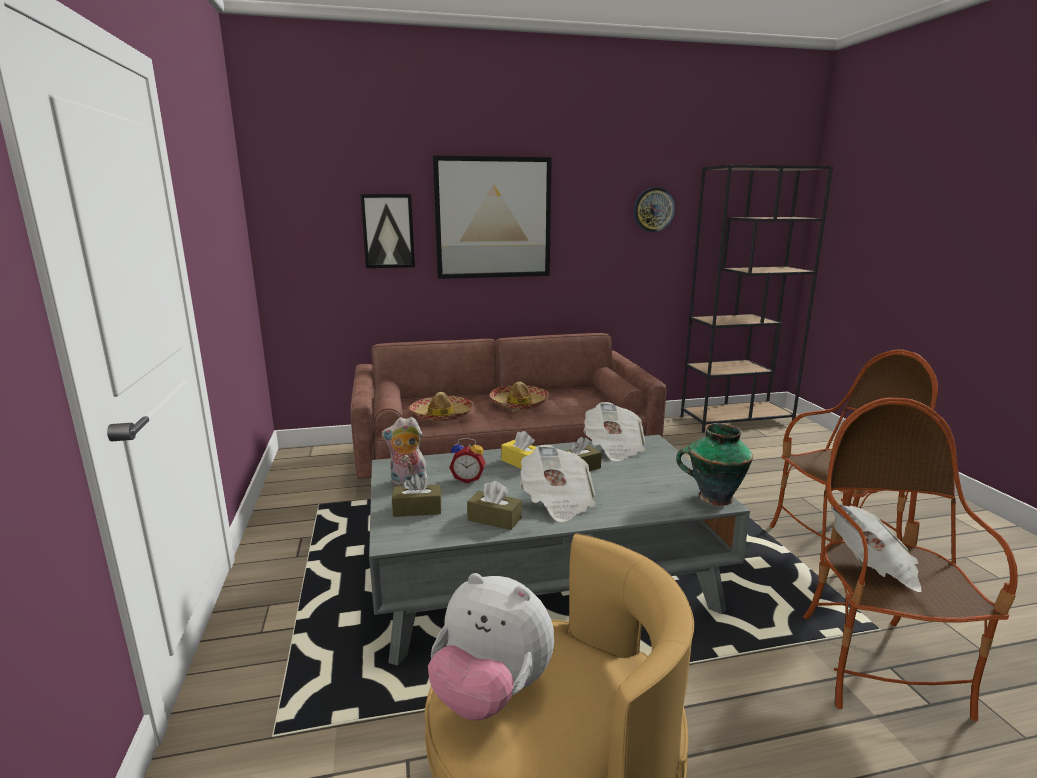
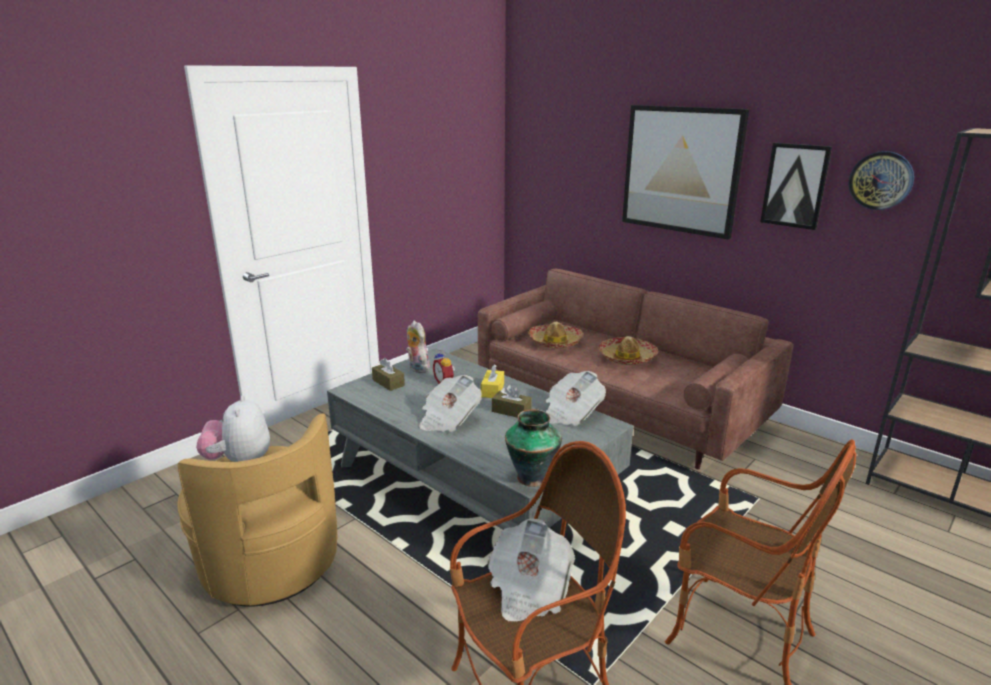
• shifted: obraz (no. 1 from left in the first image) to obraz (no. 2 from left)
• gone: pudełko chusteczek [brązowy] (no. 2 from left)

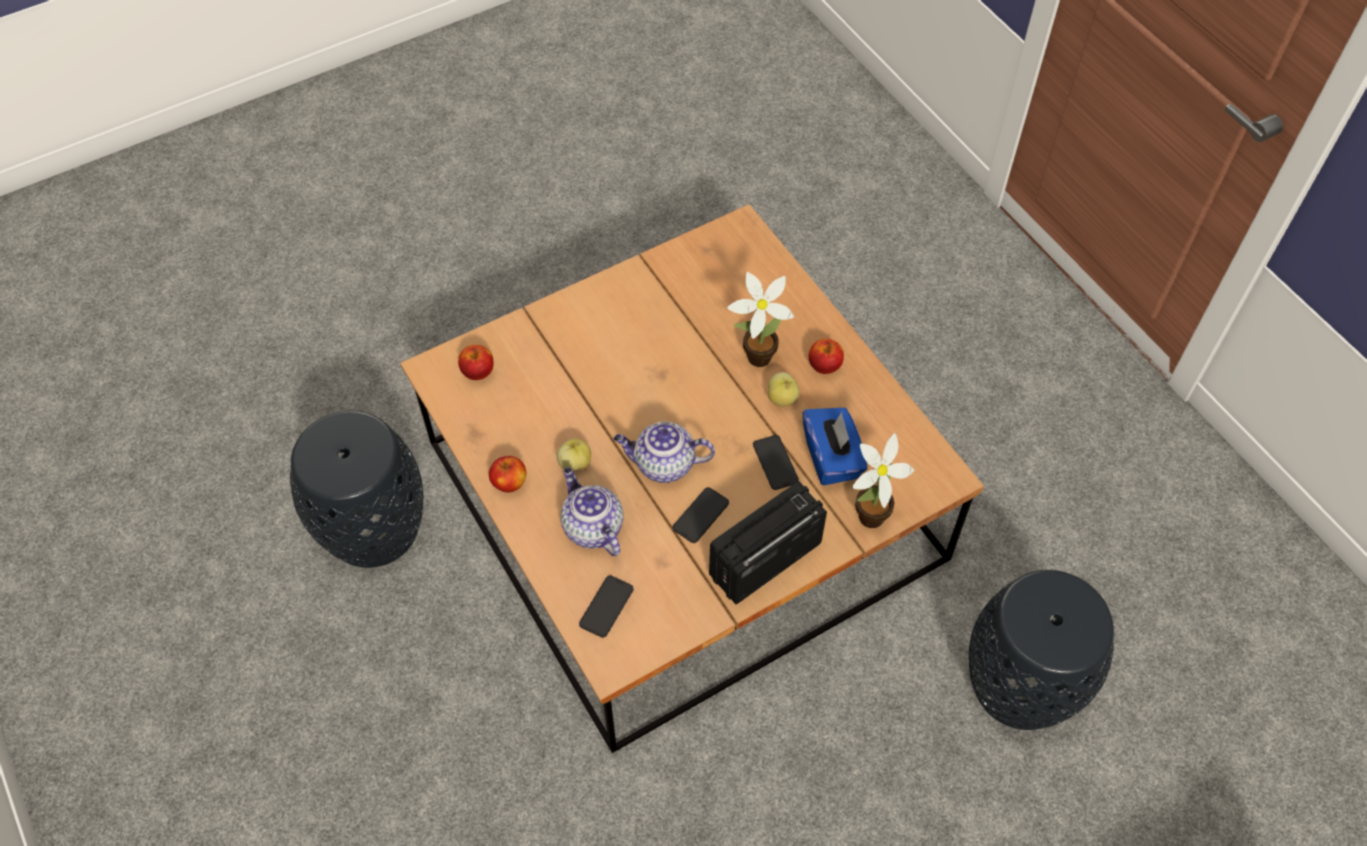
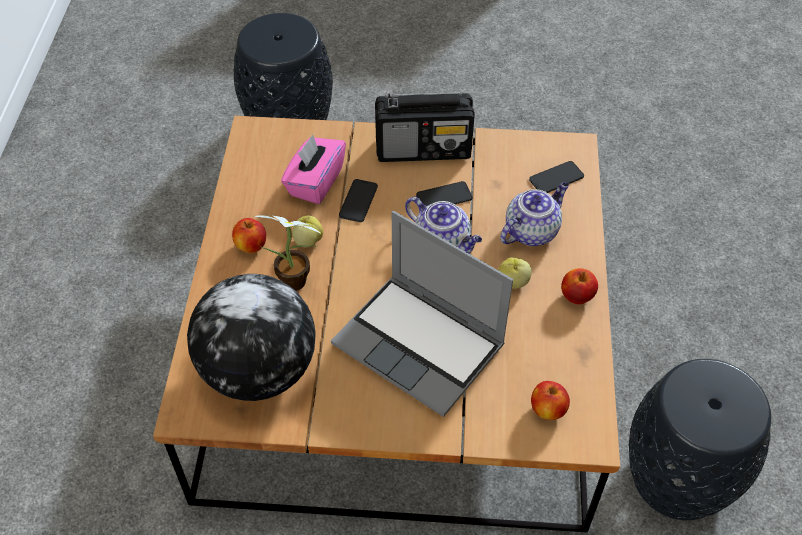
• rotated: imbryk (no. 1 from left in the first image) 135 degrees counterclockwise
• repainted: pudełko chusteczek [niebieski] to pudełko chusteczek [różowy]
• gone: roślina doniczkowa (no. 2 from left)
• new: globus
• new: laptop

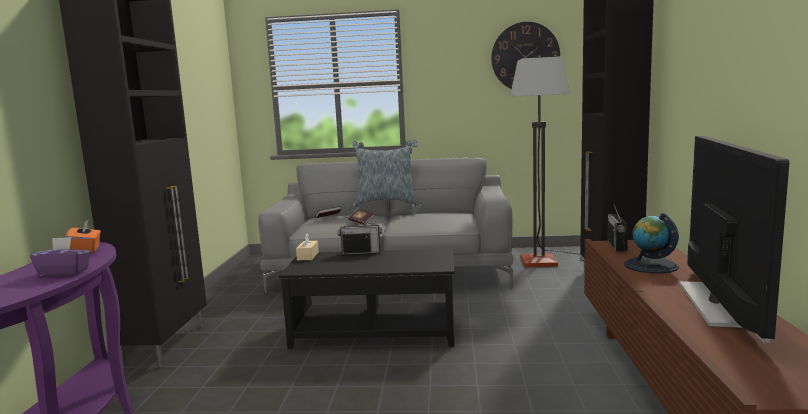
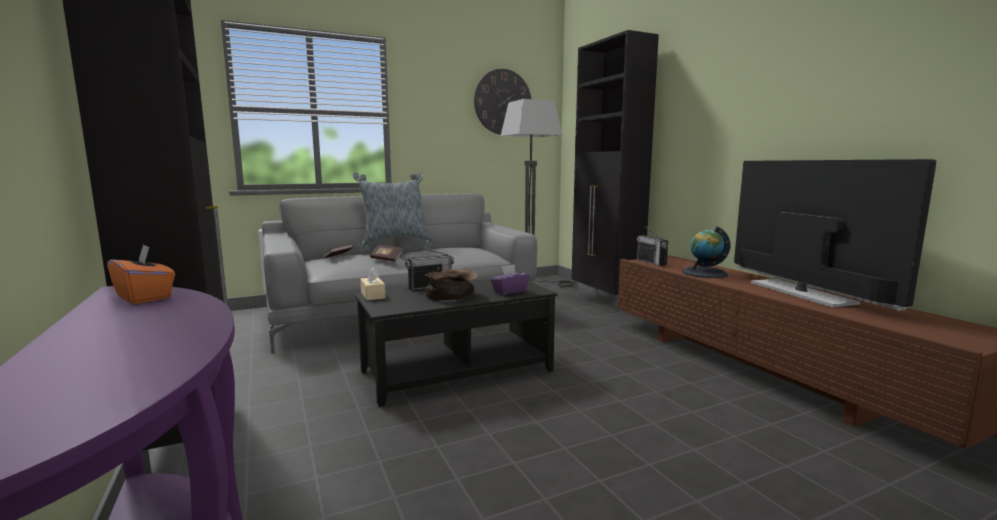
• shifted: pudełko chusteczek [fioletowy]
• new: miska [brązowy]

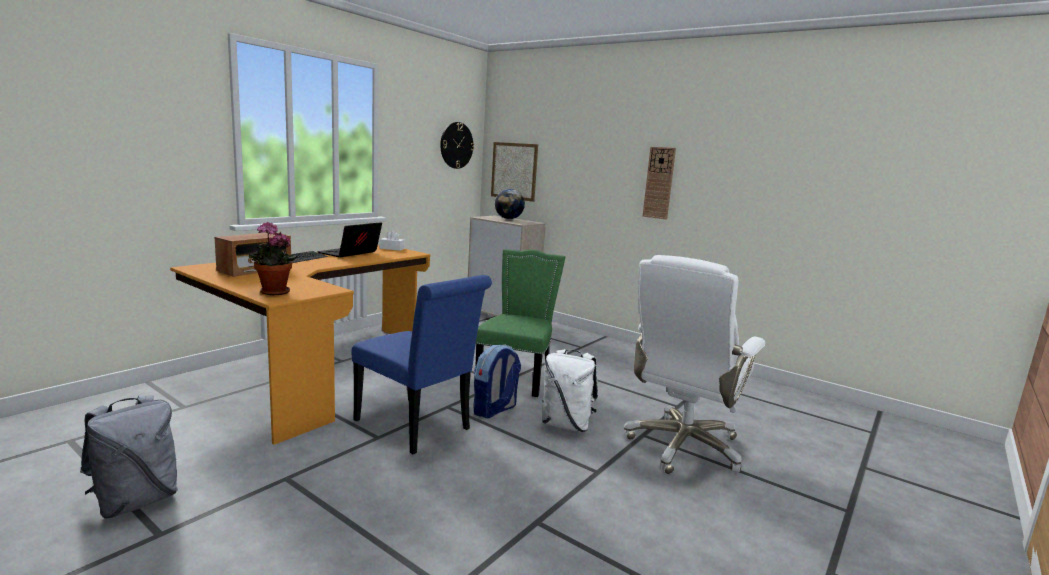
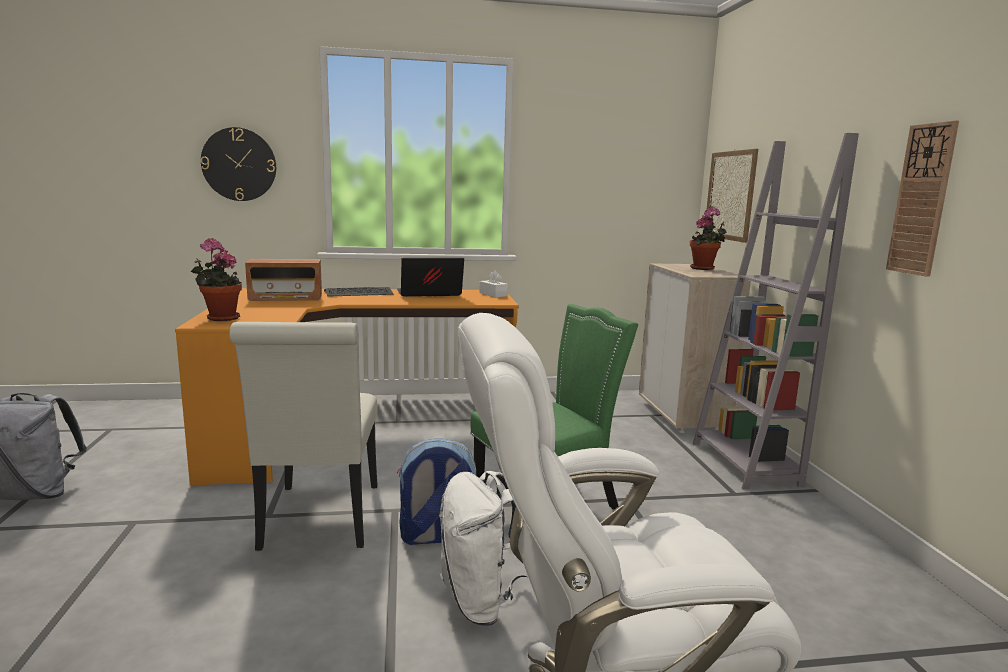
• repainted: krzesło [niebieski] to krzesło [biały]
• shifted: zegar ścienny (no. 1 from left)
• swapped: globus to roślina doniczkowa (no. 2 from left)
• new: regał [szary]

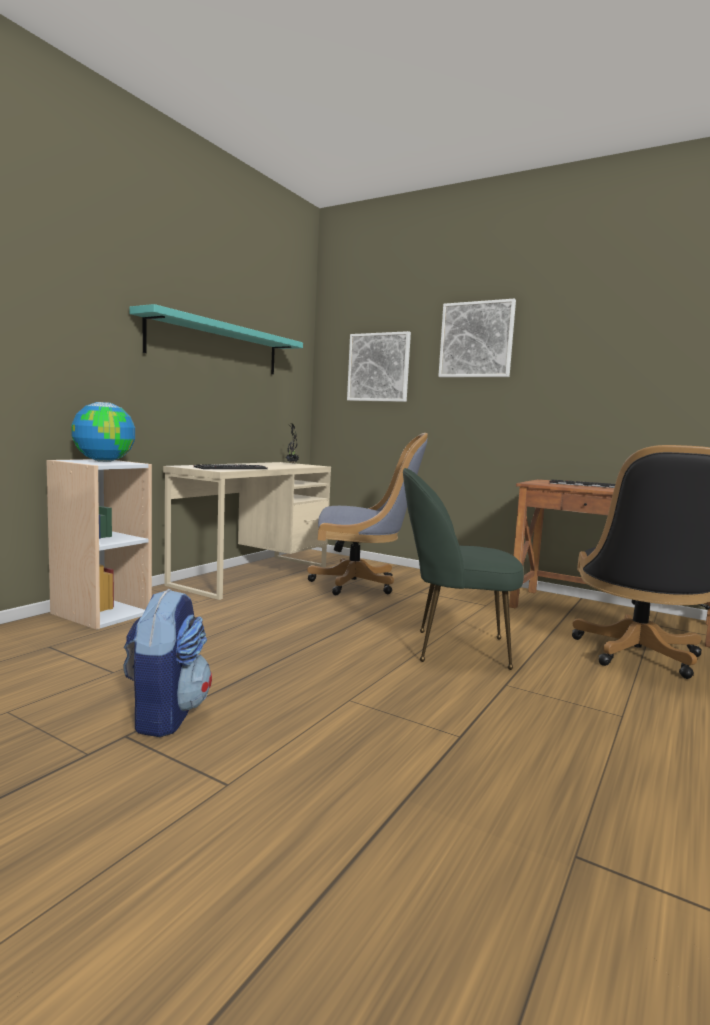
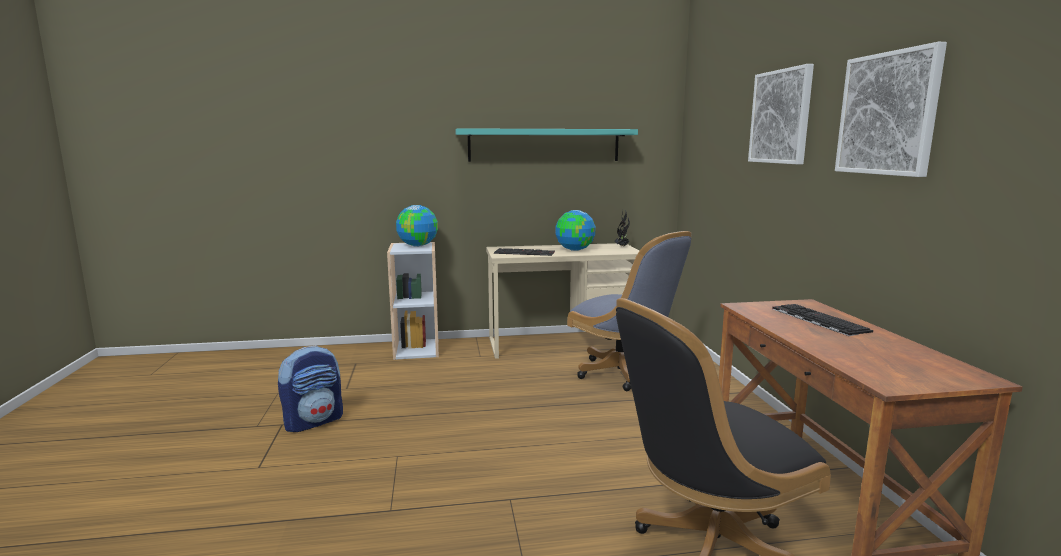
• shifted: obraz (no. 1 from left in the first image) to obraz (no. 2 from left)
• gone: krzesło [zielony]
• new: globus (no. 2 from left)

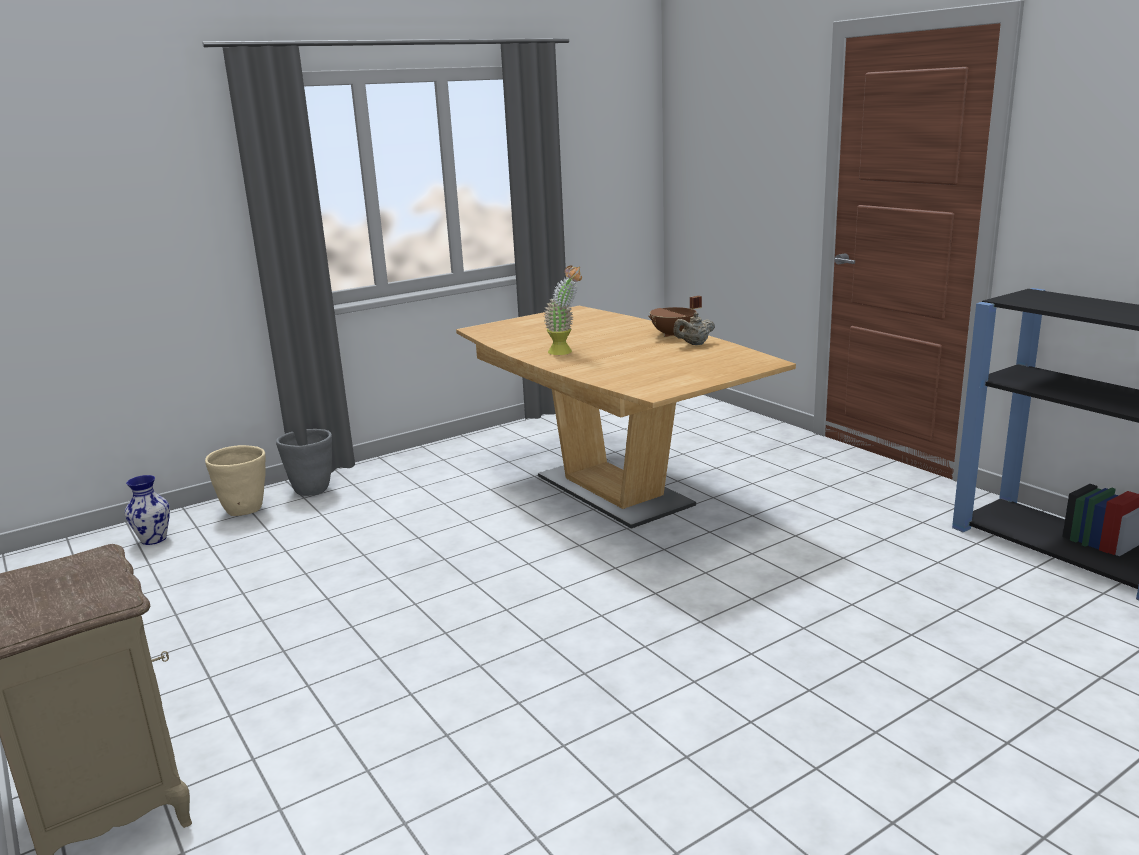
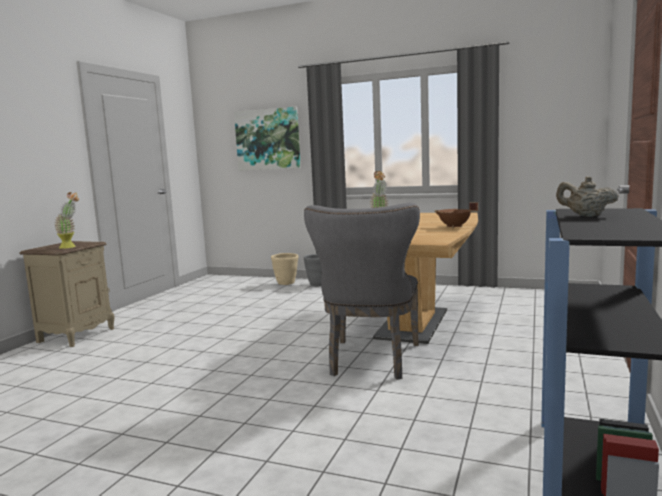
• gone: wazon
• shifted: imbryk [beżowy]
• new: roślina doniczkowa (no. 1 from left)
• new: obraz
• new: krzesło [szary]

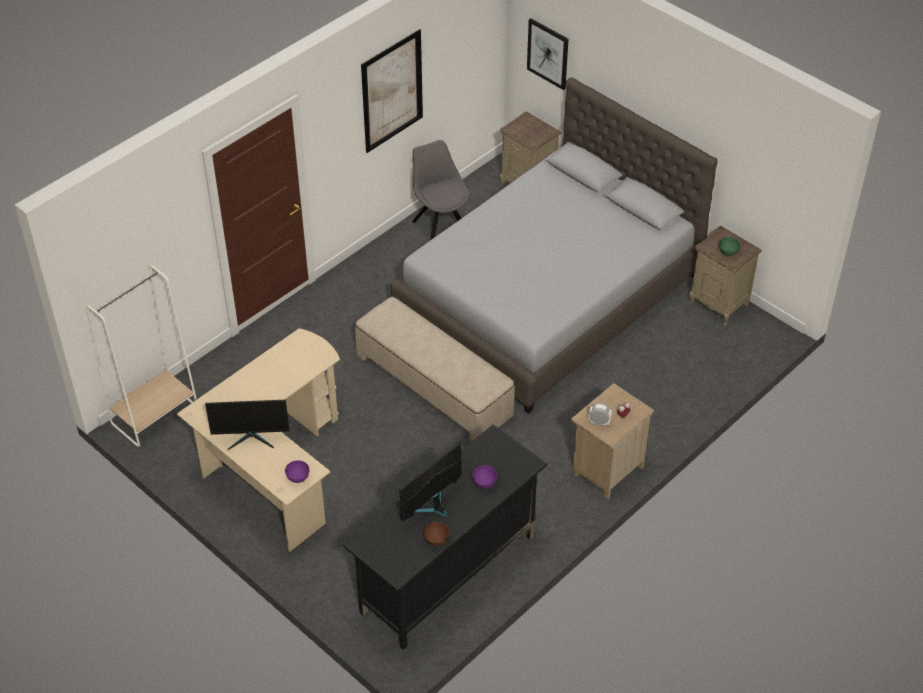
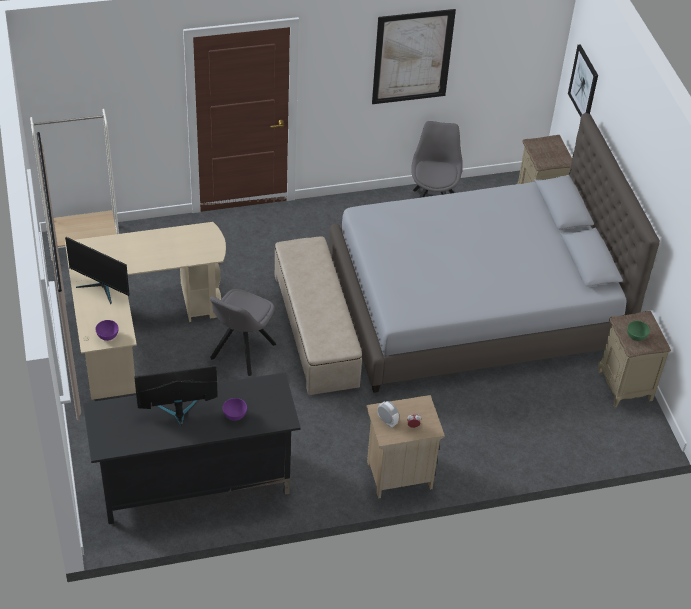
• gone: miska [brązowy]
• new: krzesło [szary] (no. 1 from left)

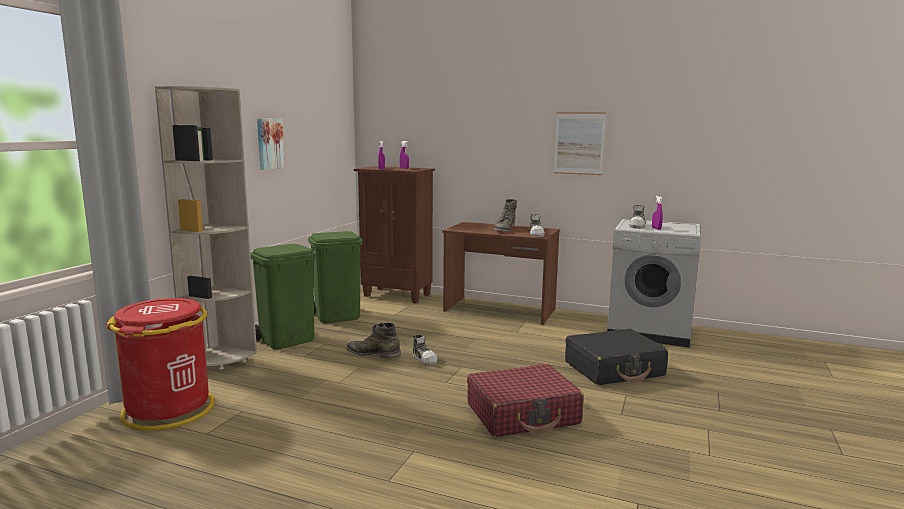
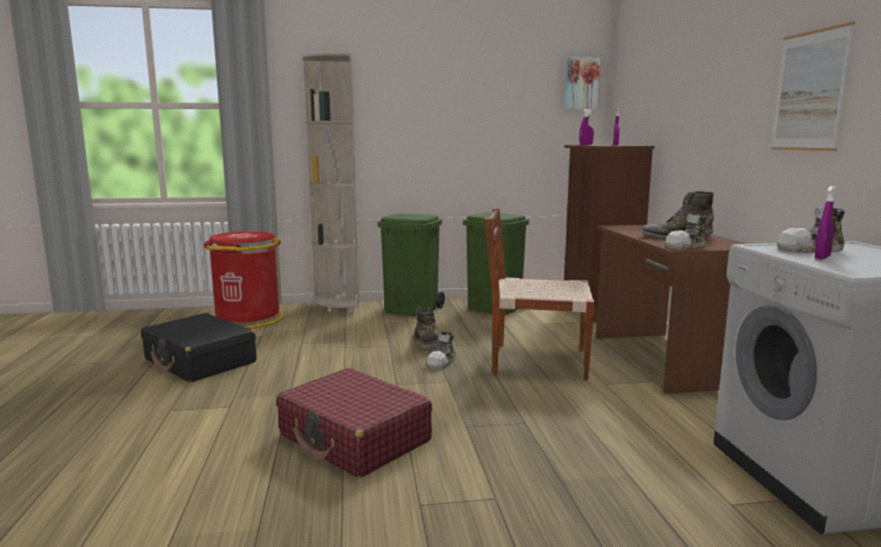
• shifted: obraz (no. 1 from left)
• shifted: walizka [czarny]
• new: krzesło

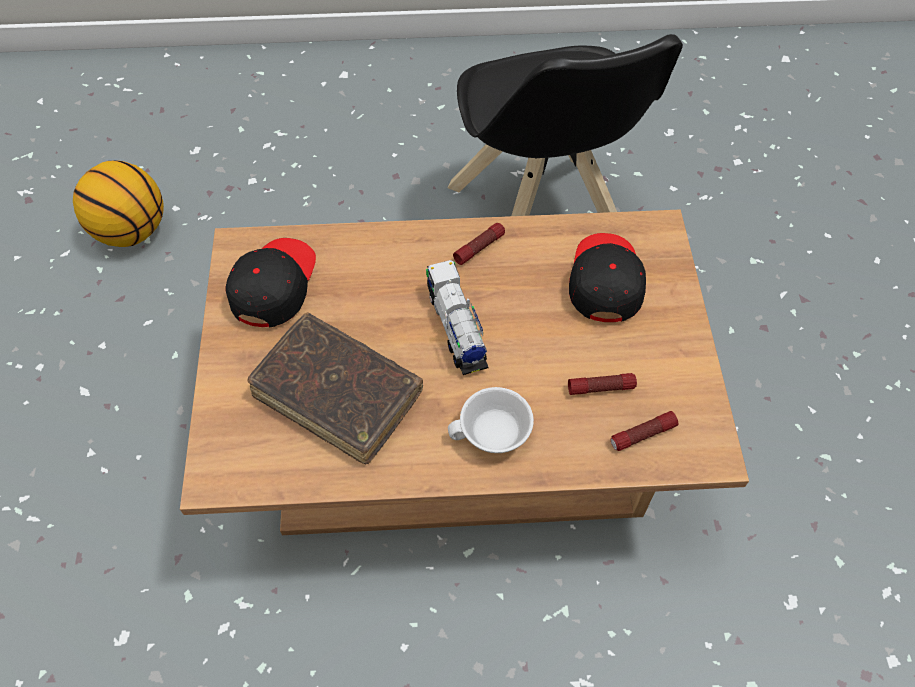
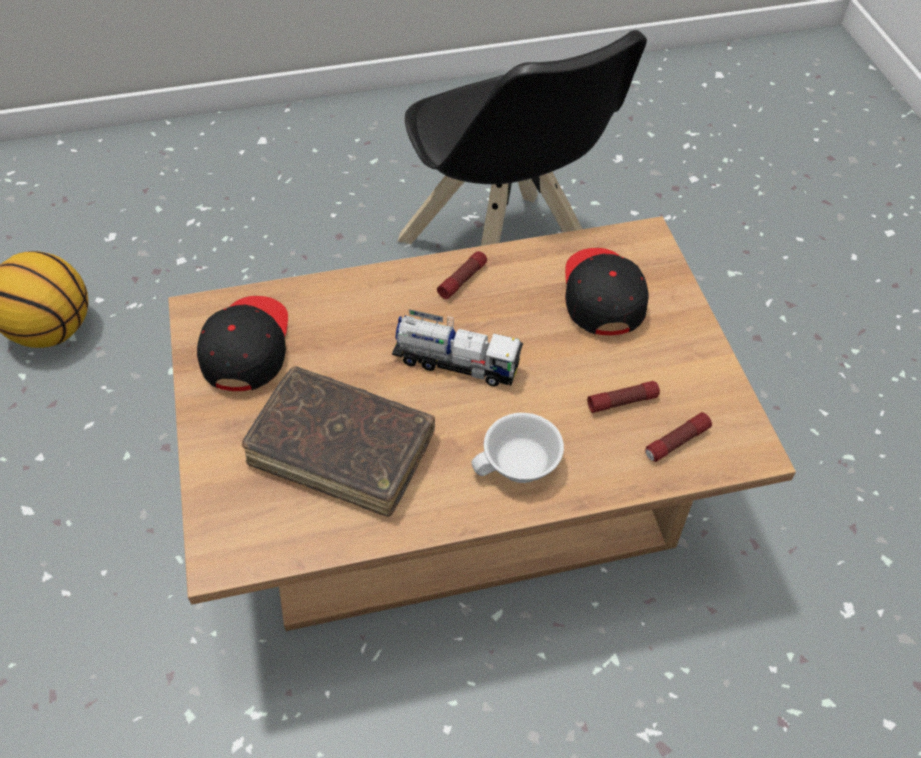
• rotated: ciężarówka zabawkowa 135 degrees clockwise

